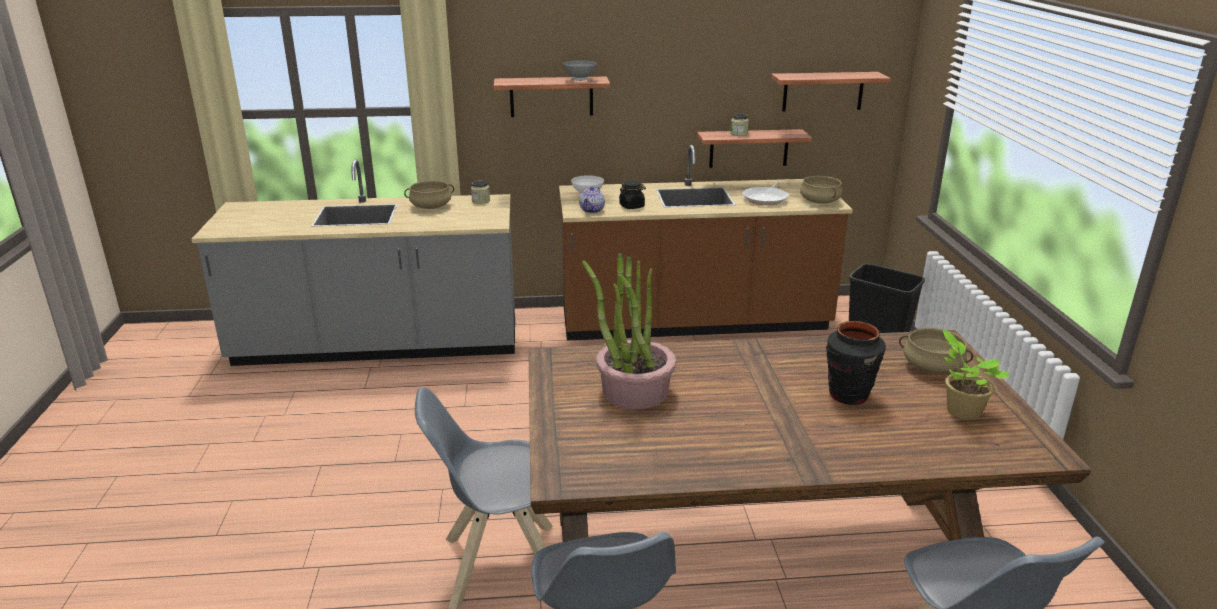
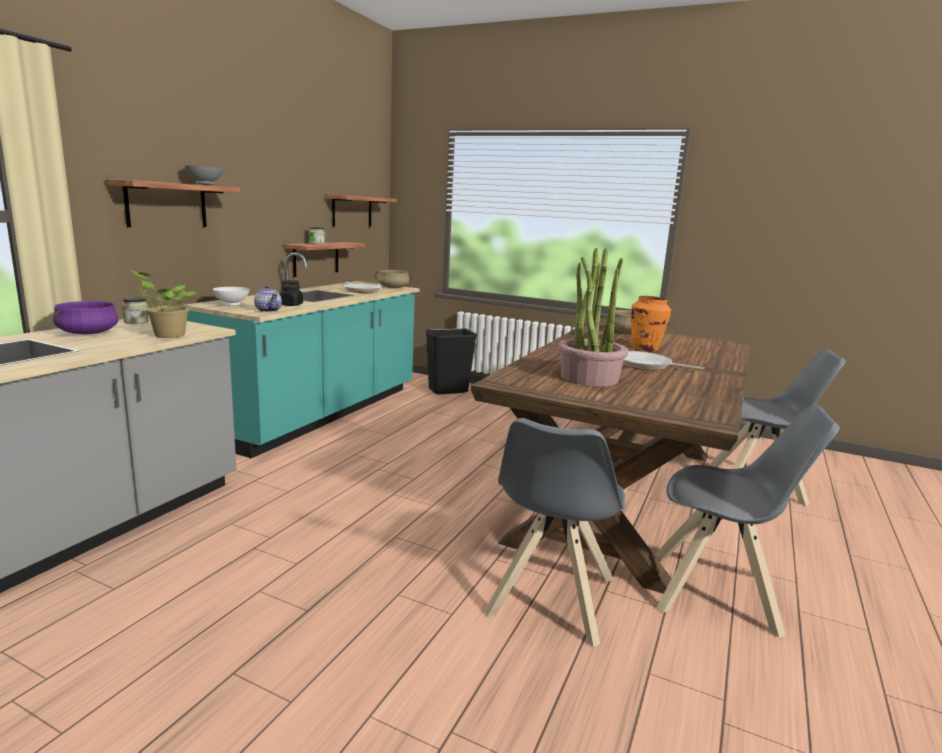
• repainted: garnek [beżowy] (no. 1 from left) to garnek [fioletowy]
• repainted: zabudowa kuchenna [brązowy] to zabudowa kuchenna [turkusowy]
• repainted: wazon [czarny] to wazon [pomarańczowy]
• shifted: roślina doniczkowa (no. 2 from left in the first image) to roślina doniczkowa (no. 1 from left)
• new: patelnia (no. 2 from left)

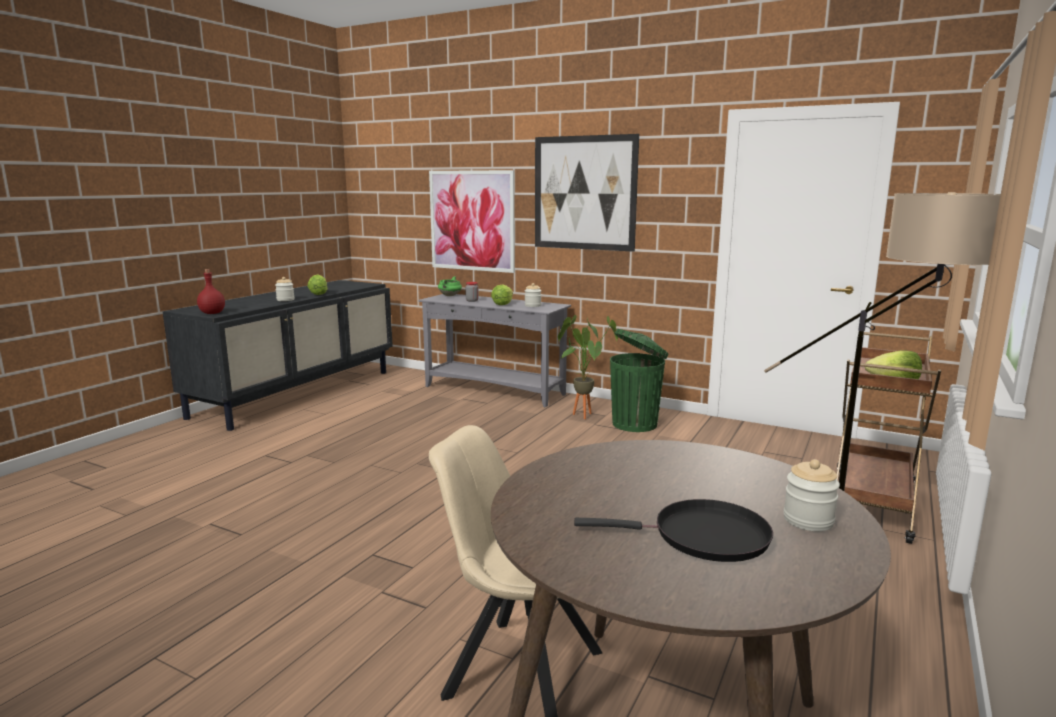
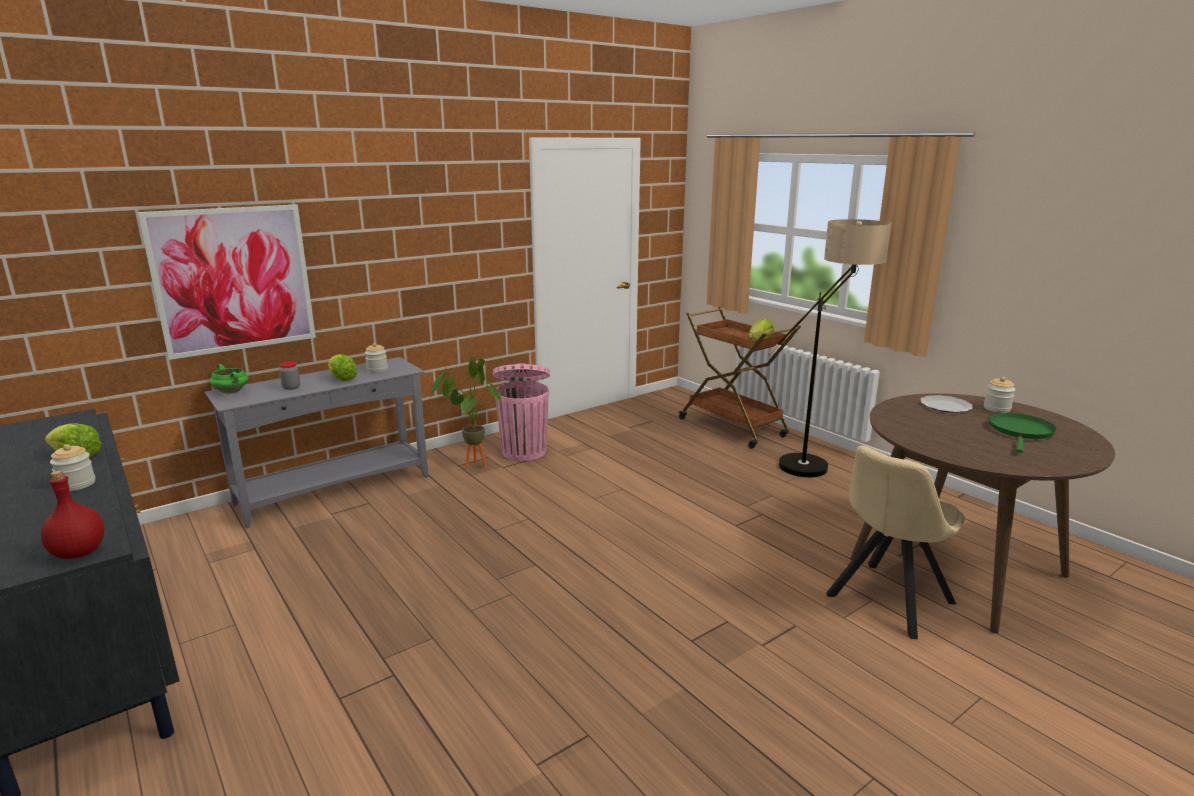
• gone: obraz (no. 2 from left)
• repainted: patelnia [czarny] to patelnia [zielony]
• repainted: kosz na śmieci [zielony] to kosz na śmieci [różowy]
• new: talerz

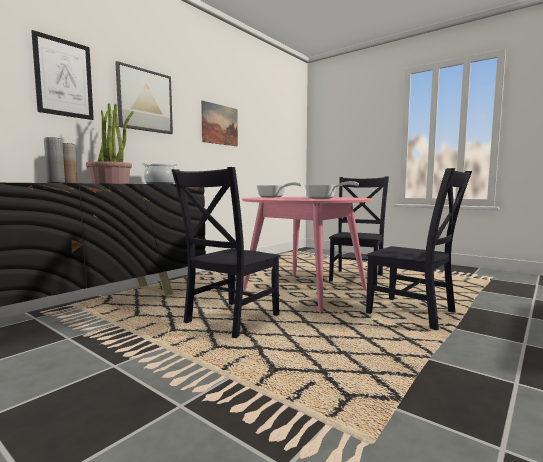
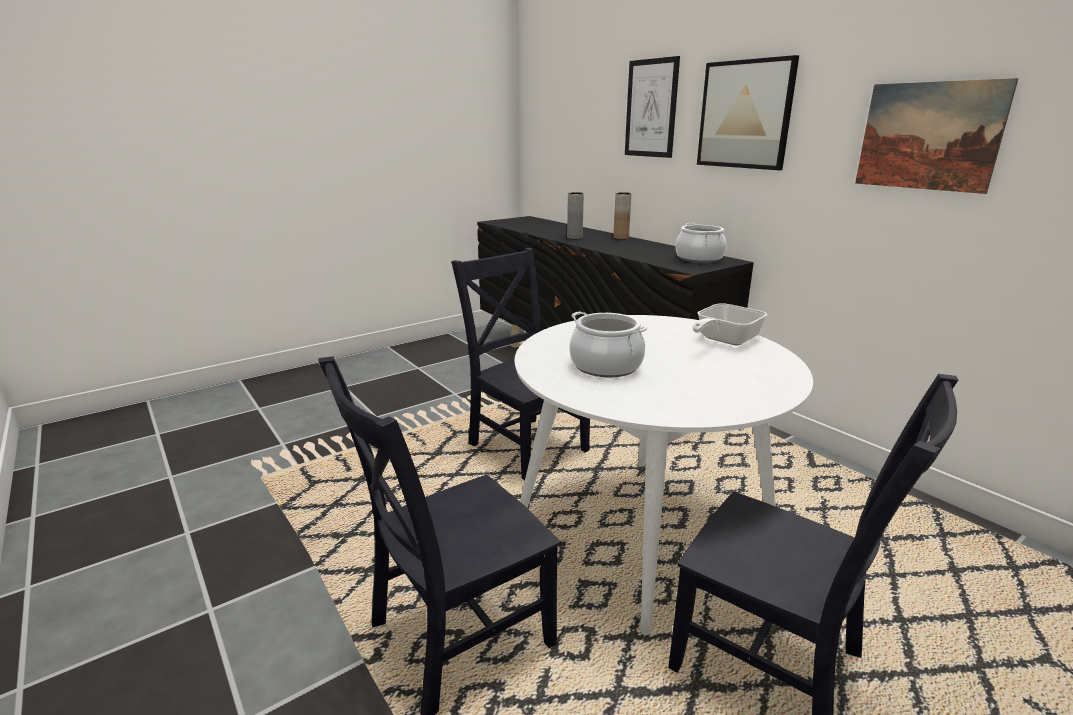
• gone: roślina doniczkowa
• repainted: stół jadalny [różowy] to stół jadalny [biały]
• swapped: patelnia (no. 2 from left) to garnek (no. 1 from left)

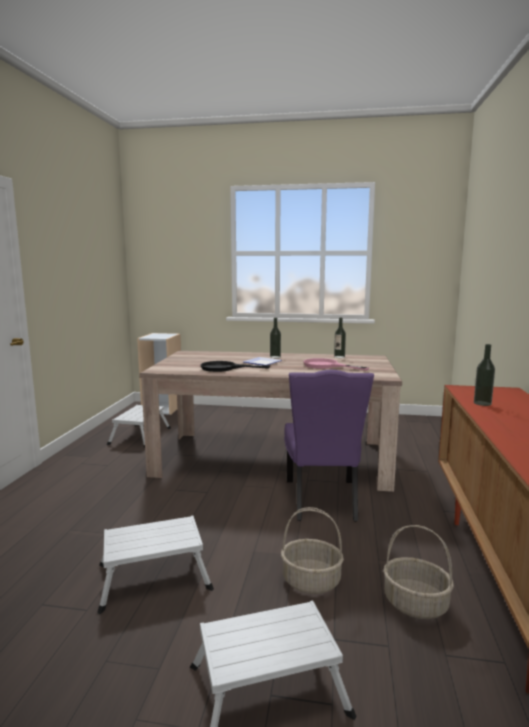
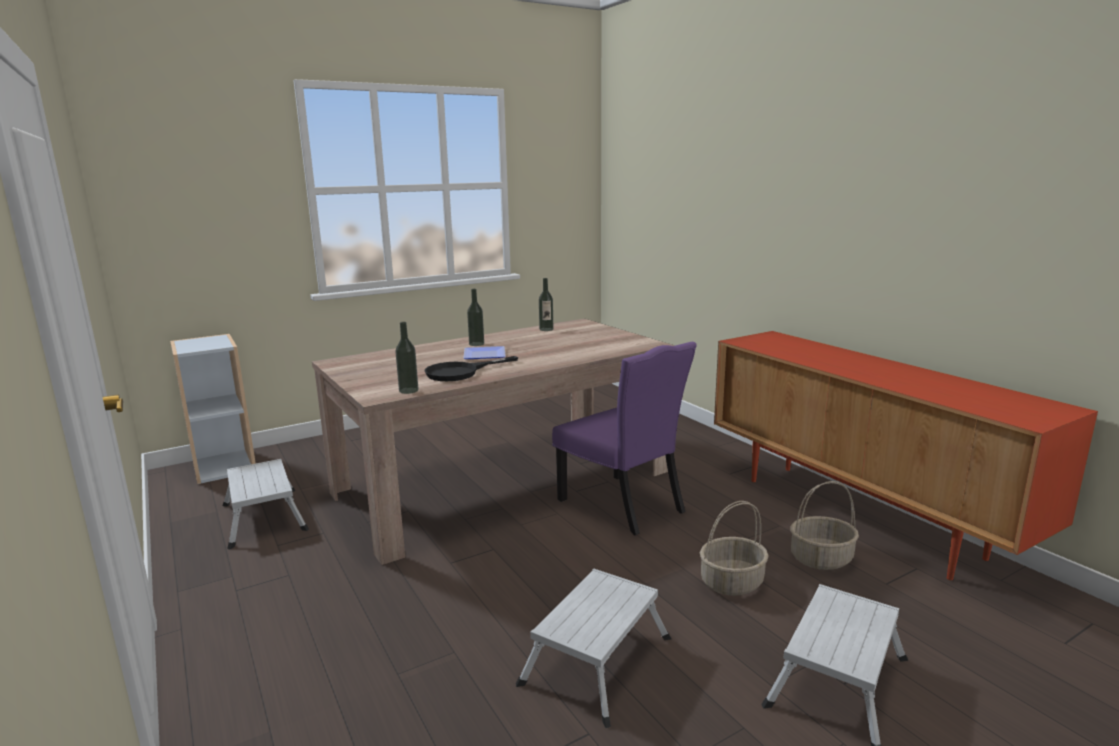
• gone: patelnia [różowy]
• shifted: butelka (no. 3 from left in the first image) to butelka (no. 1 from left)

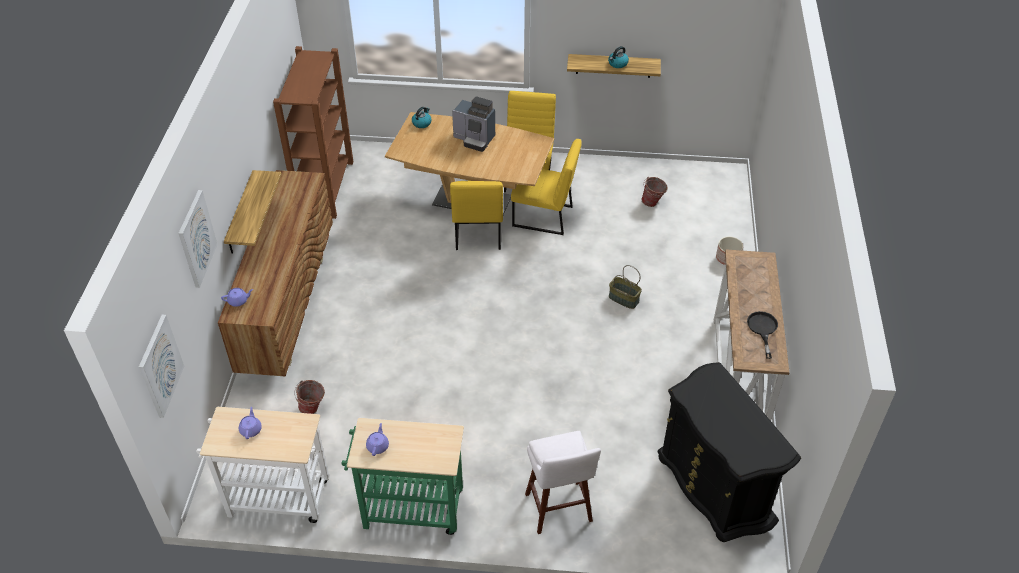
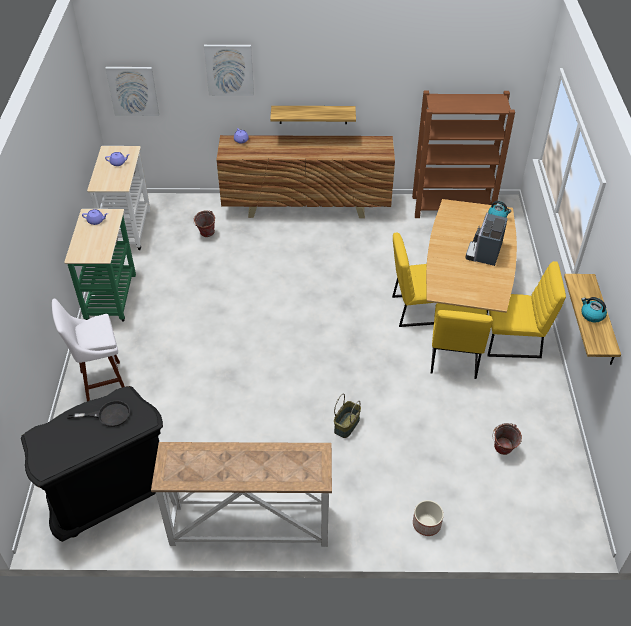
• shifted: patelnia [czarny]

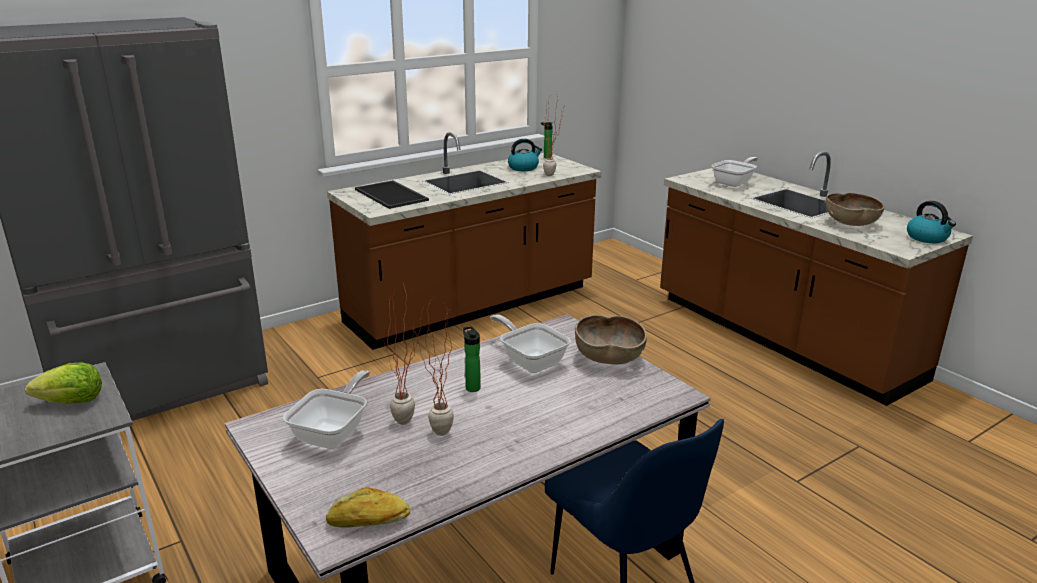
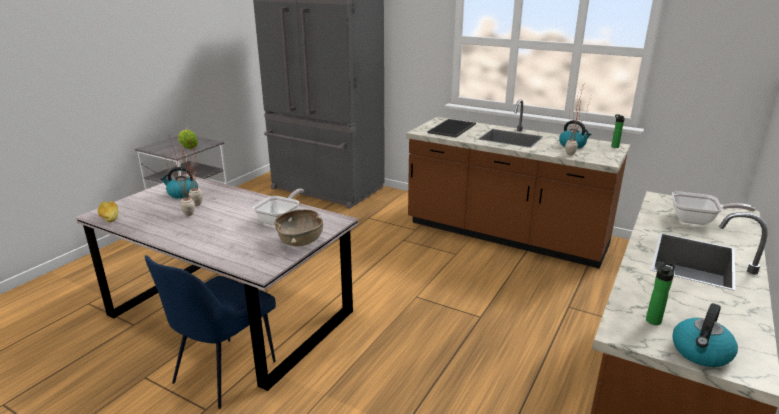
• swapped: patelnia (no. 1 from left) to czajnik (no. 1 from left)
• shifted: butelka (no. 1 from left in the first image) to butelka (no. 2 from left)
• gone: miska [brązowy] (no. 2 from left)

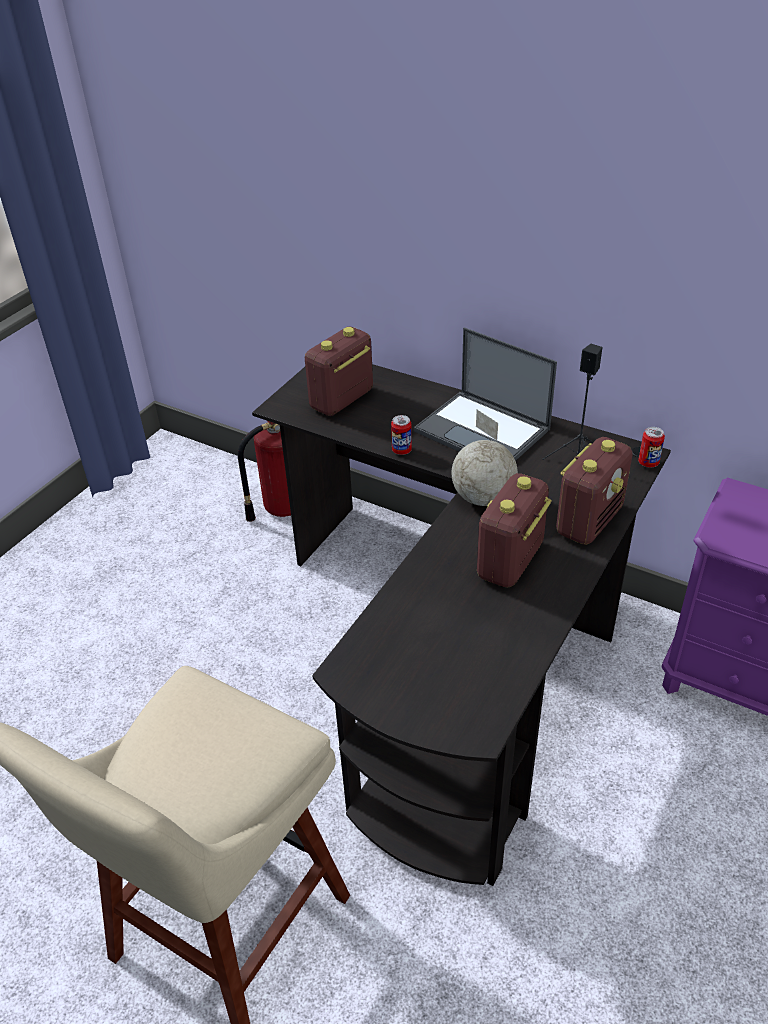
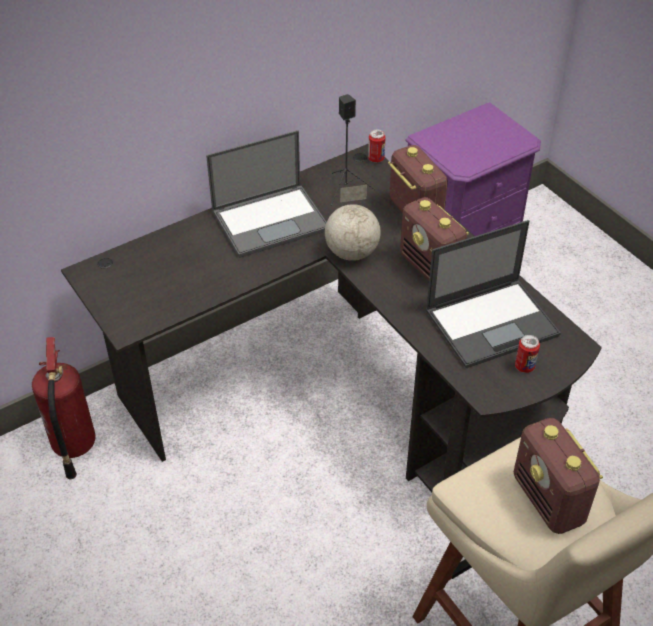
• shifted: radio (no. 1 from left in the first image) to radio (no. 3 from left)
• shifted: puszka (no. 1 from left in the first image) to puszka (no. 2 from left)
• new: laptop (no. 2 from left)

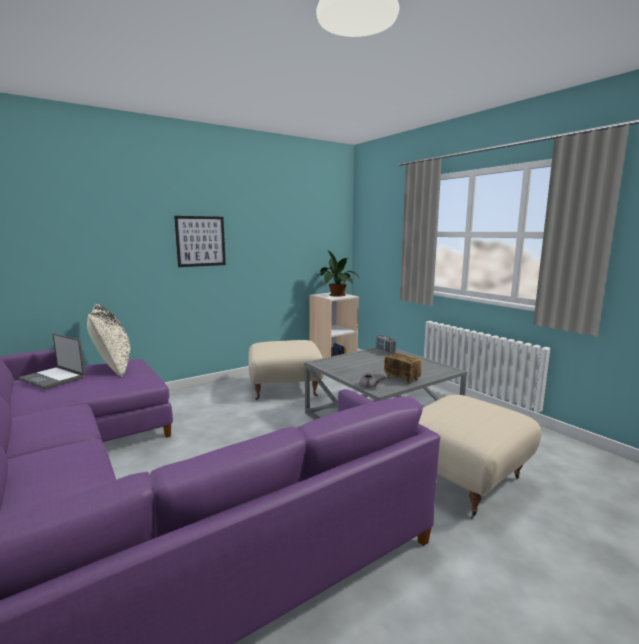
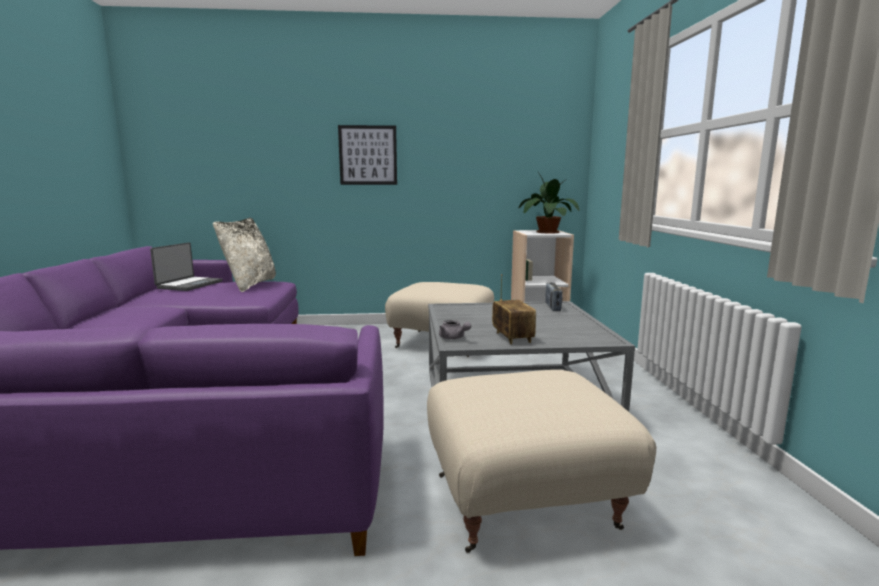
• rotated: laptop 135 degrees counterclockwise

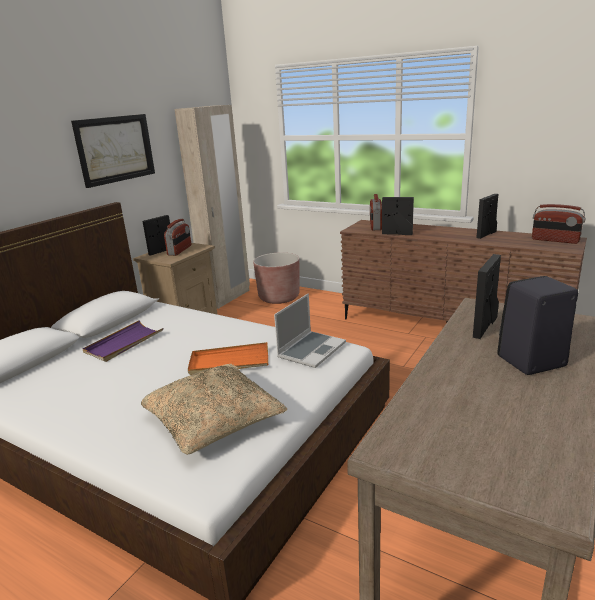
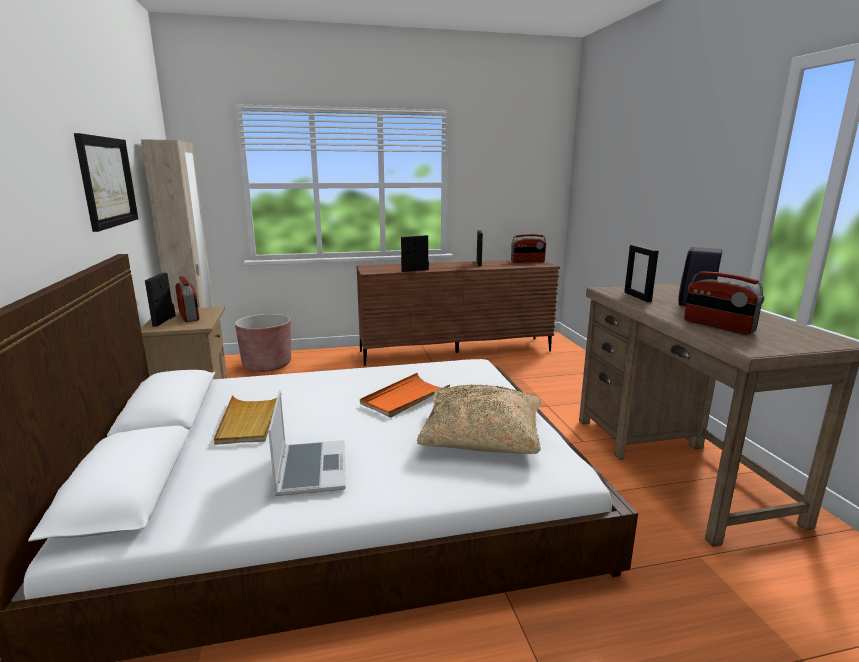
• repainted: taca [fioletowy] to taca [beżowy]
• shifted: laptop
• shifted: radio (no. 2 from left in the first image) to radio (no. 3 from left)

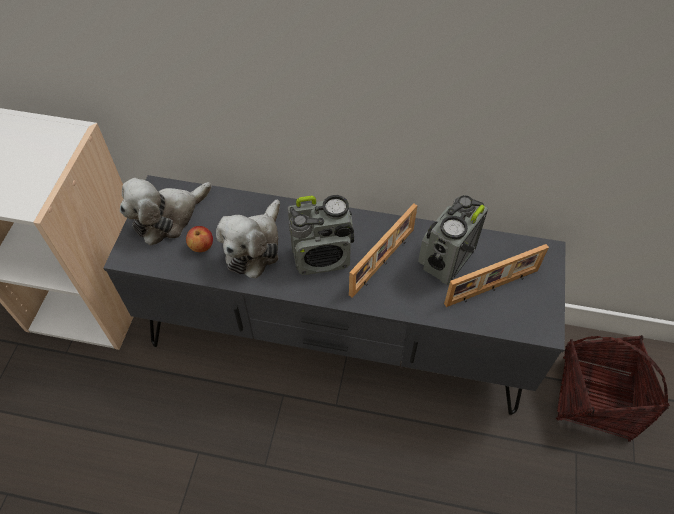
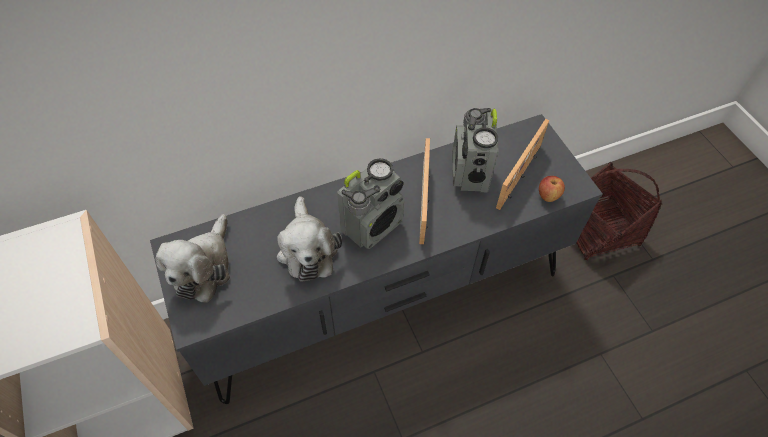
• shifted: jabłko

